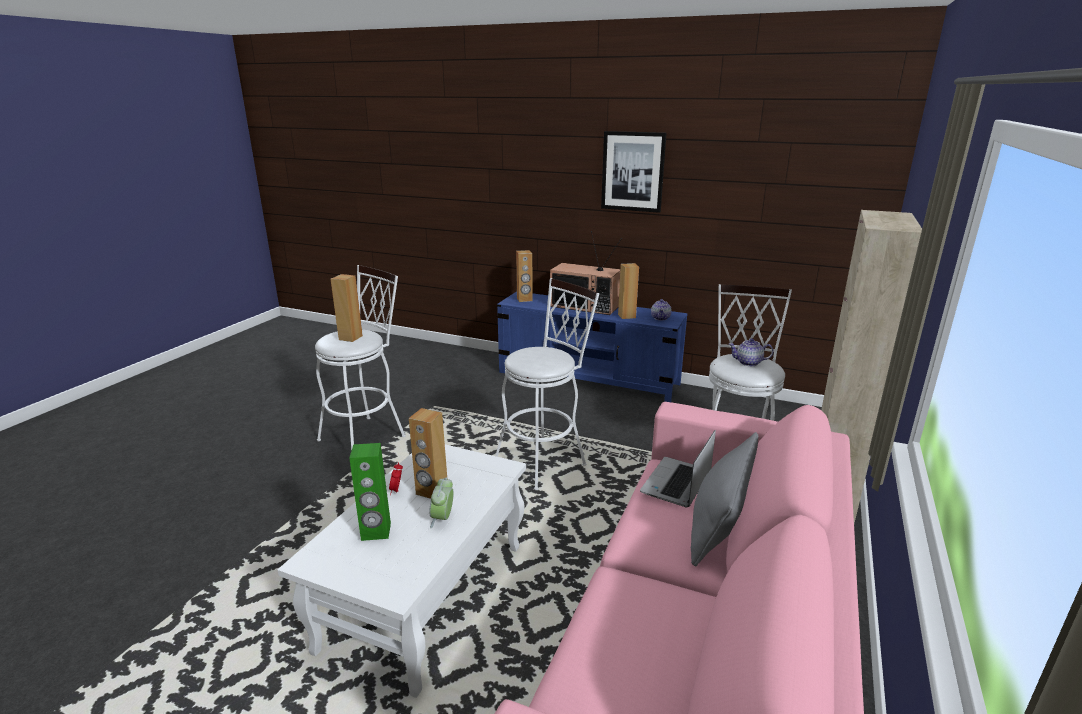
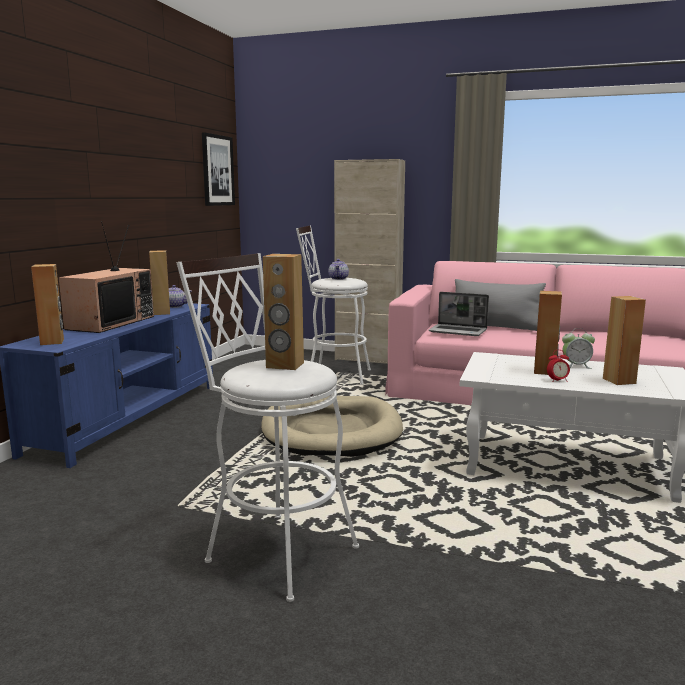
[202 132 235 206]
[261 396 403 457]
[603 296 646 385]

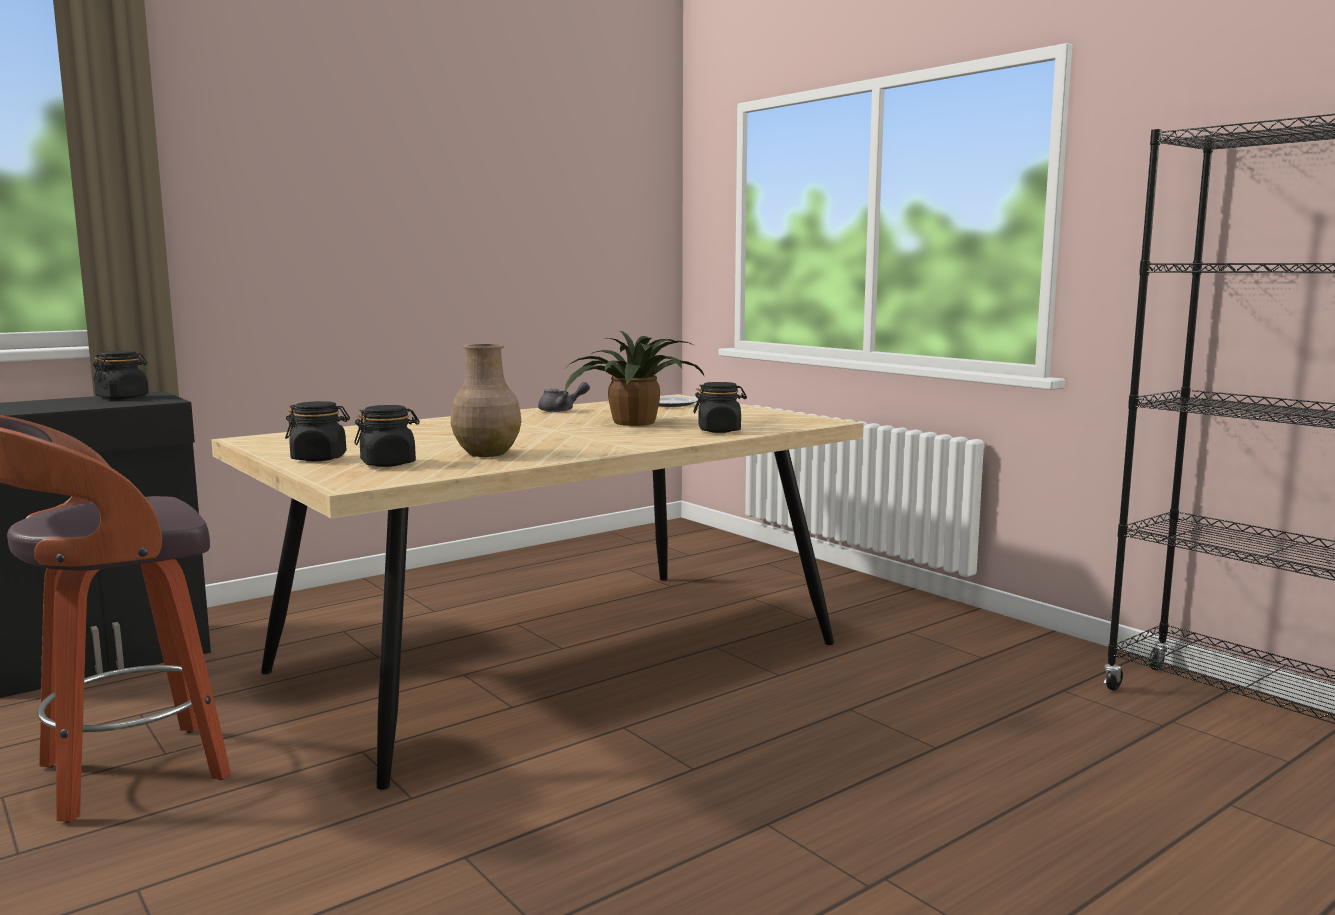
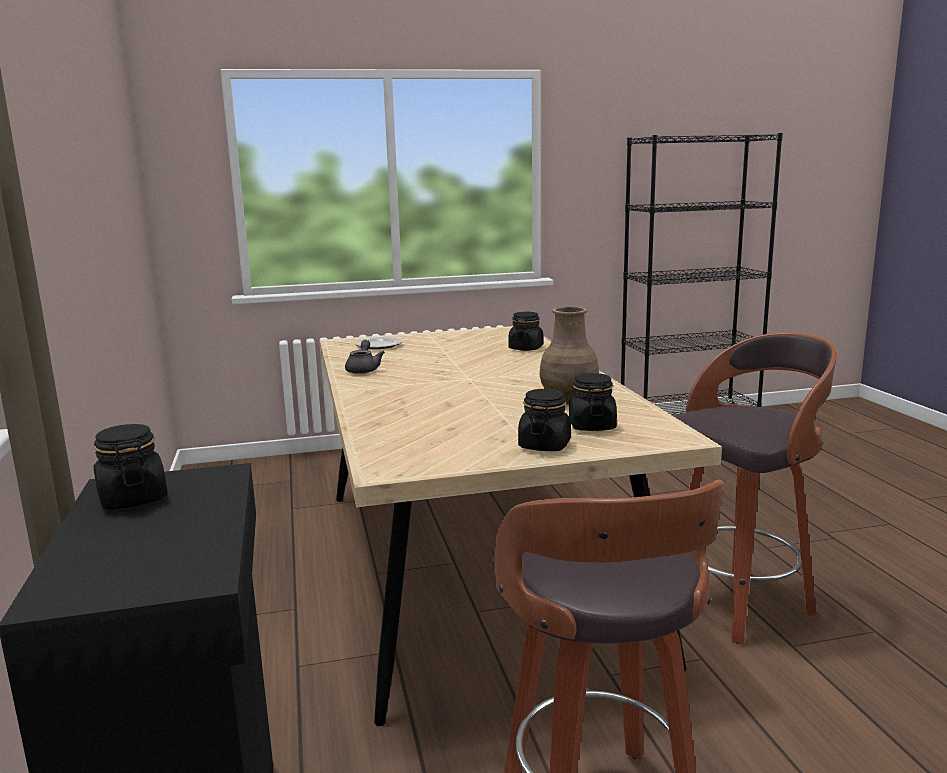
[564 331 704 426] (first image)
[674 333 837 644]

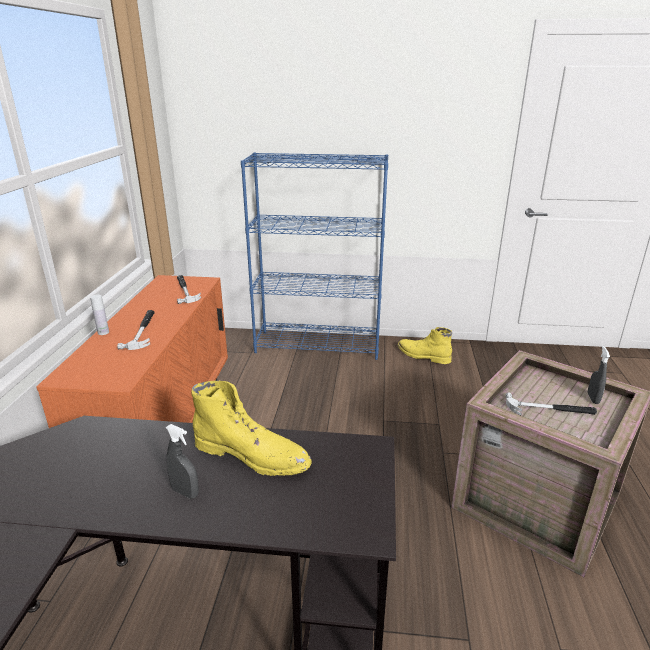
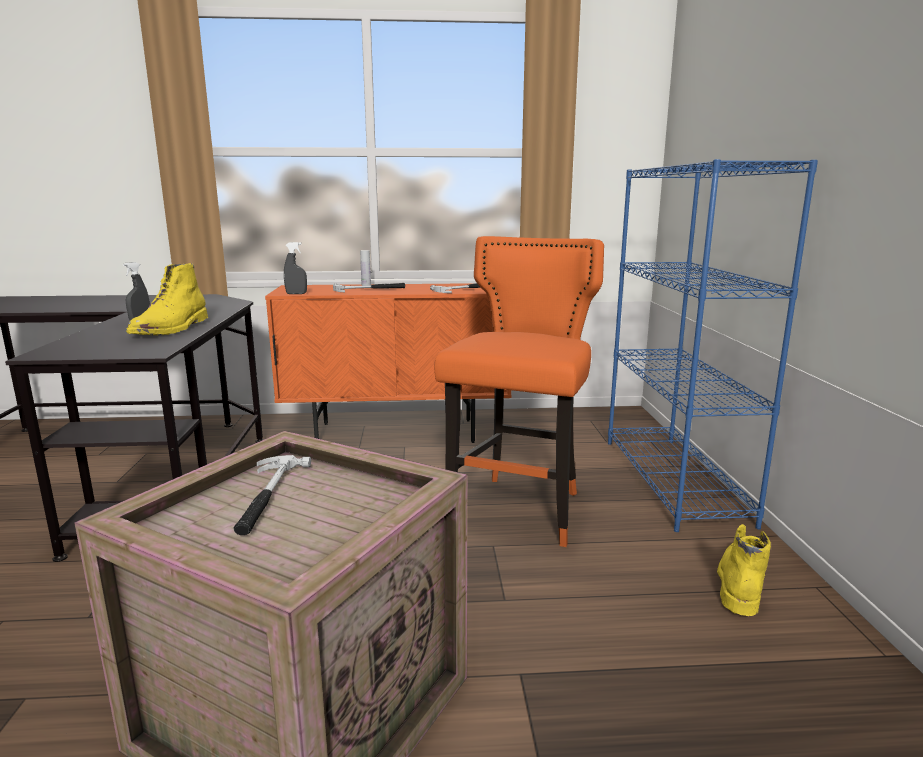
[434 236 604 547]
[284 242 307 294]

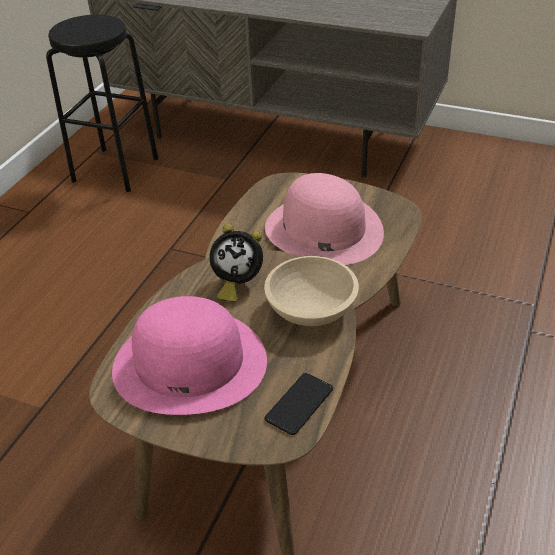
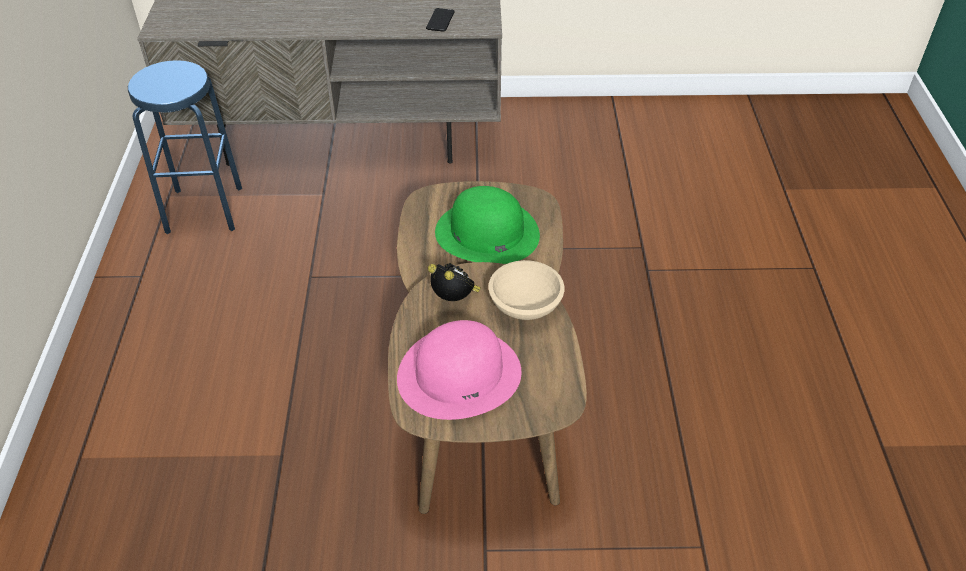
[426 8 455 31]
[128 60 242 234]
[435 186 540 264]
[428 263 481 301]

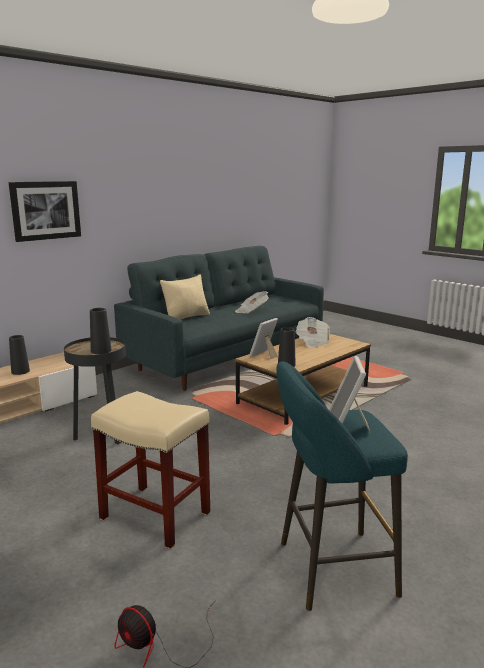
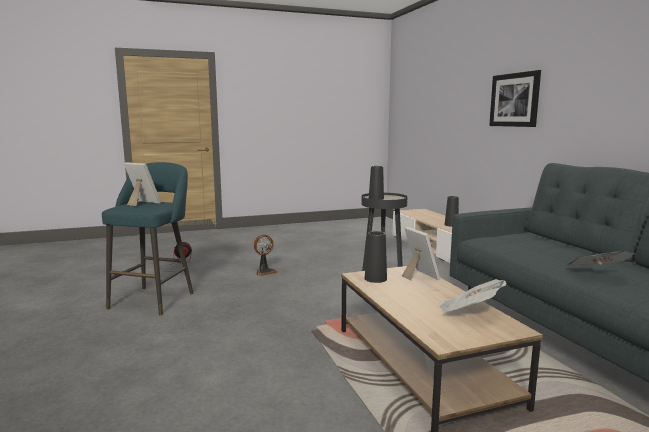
[160 274 210 320] (first image)
[254 234 277 276]

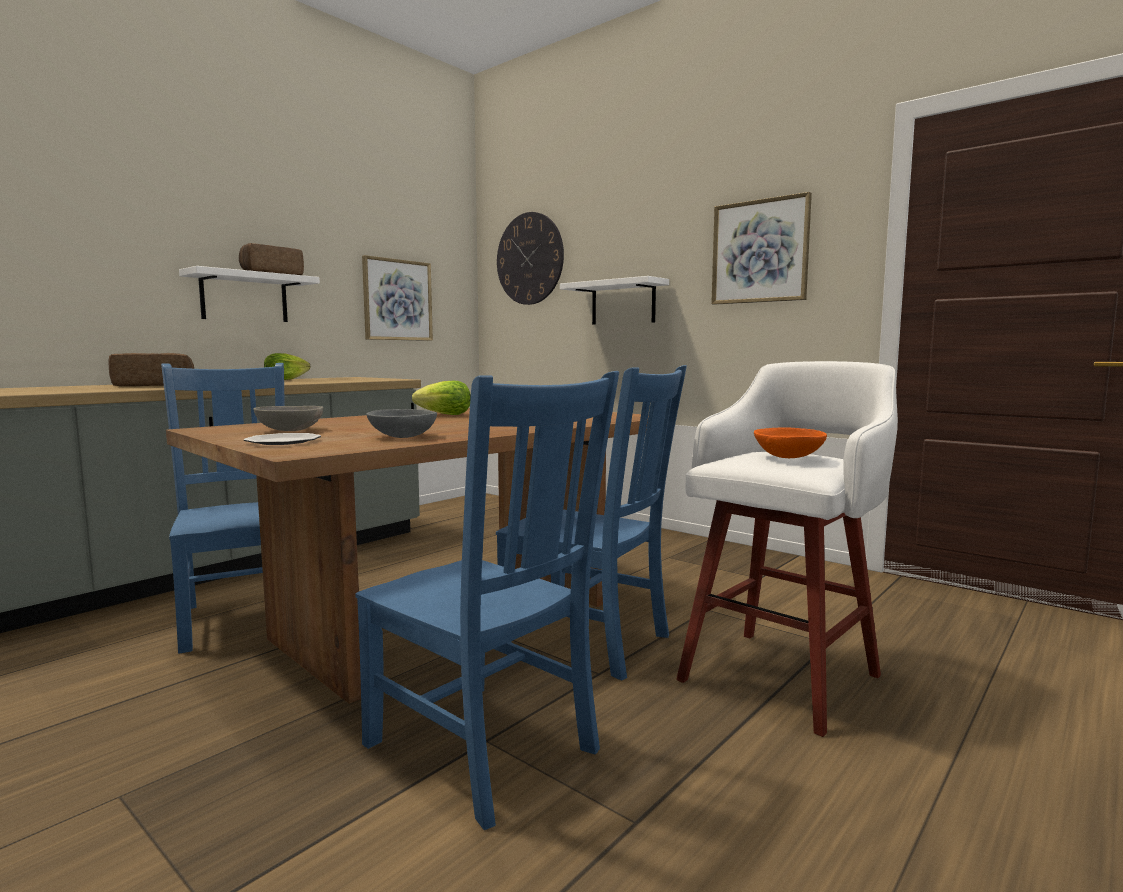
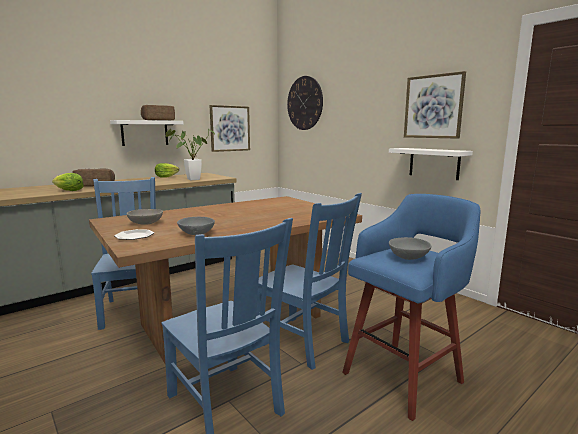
[166 128 215 180]
[52 173 84 191]
[389 148 473 180]
[342 194 481 421]
[389 237 431 260]

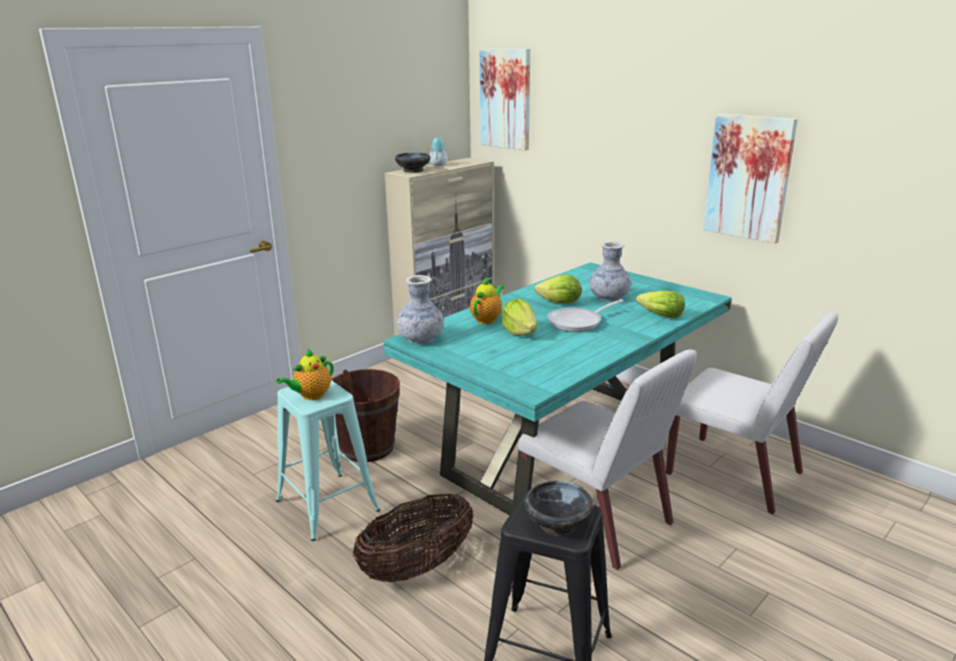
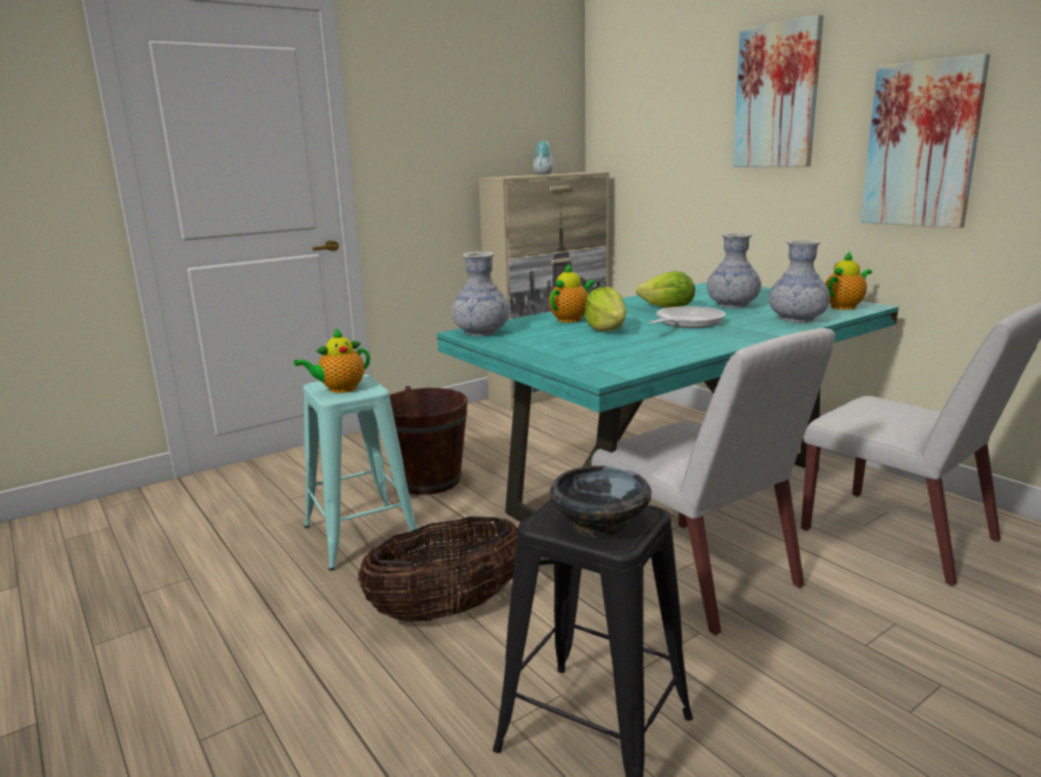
[395 153 431 173] (first image)
[825 252 872 310]
[733 15 823 167]
[769 240 830 323]
[650 306 726 328]

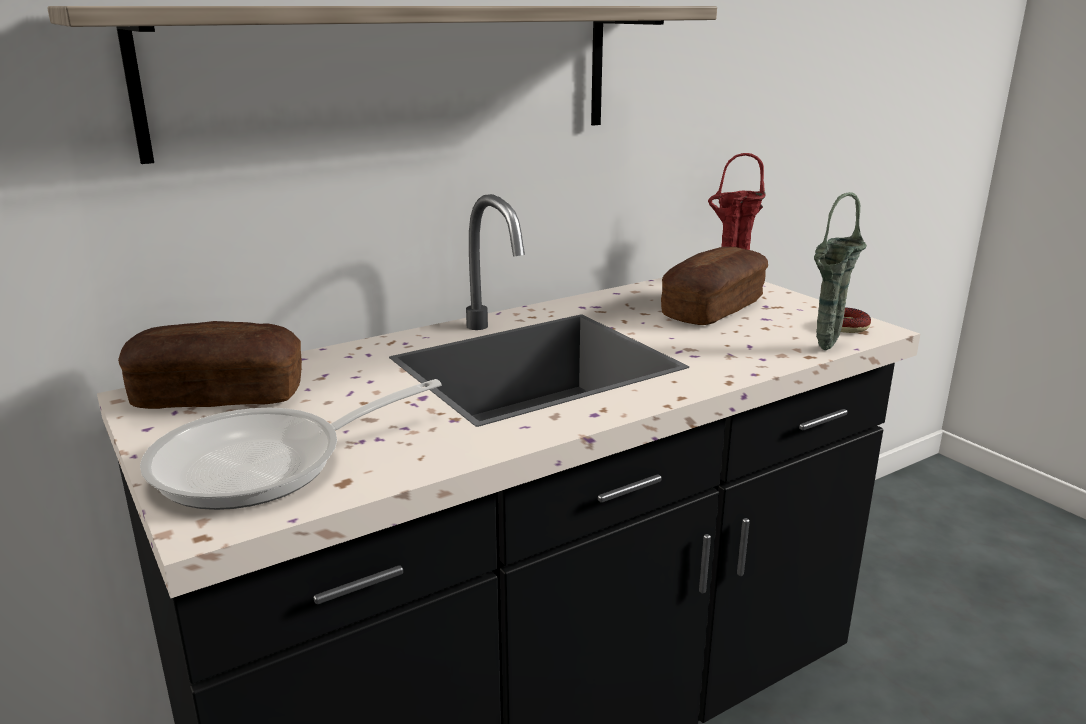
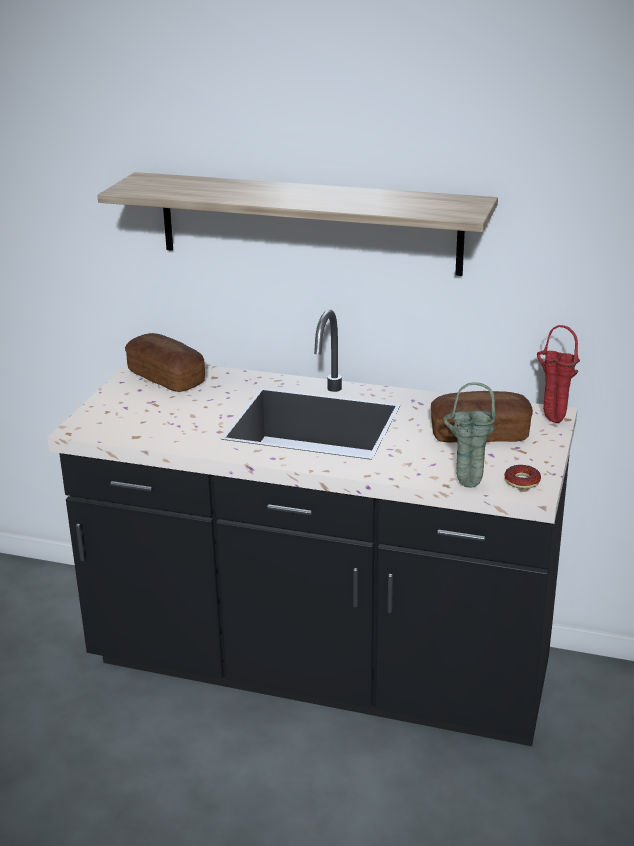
[140 379 442 510] (first image)

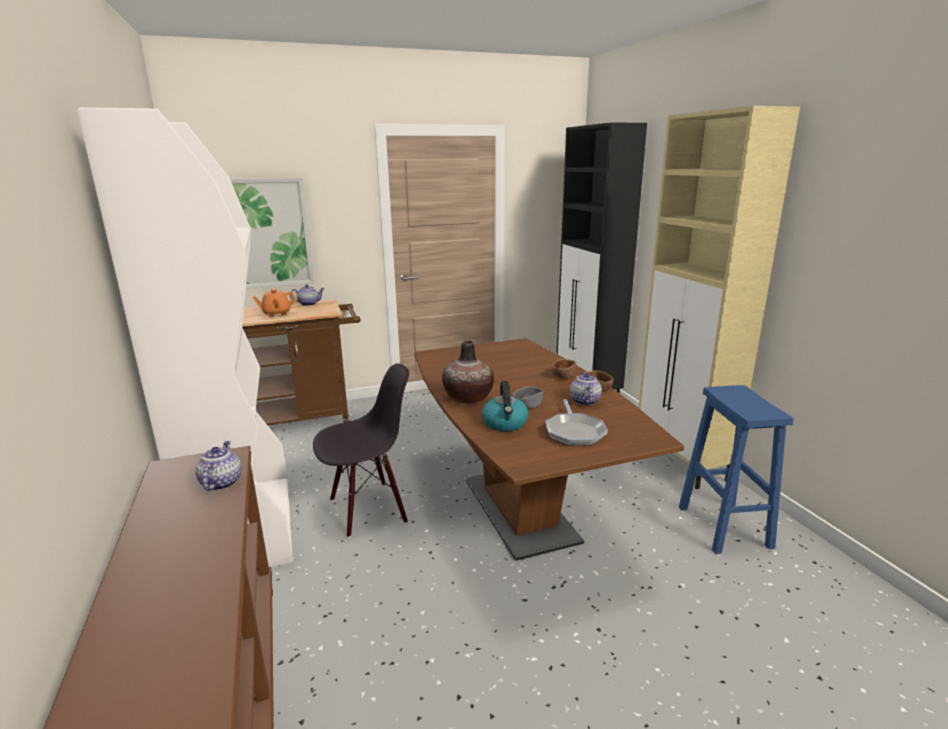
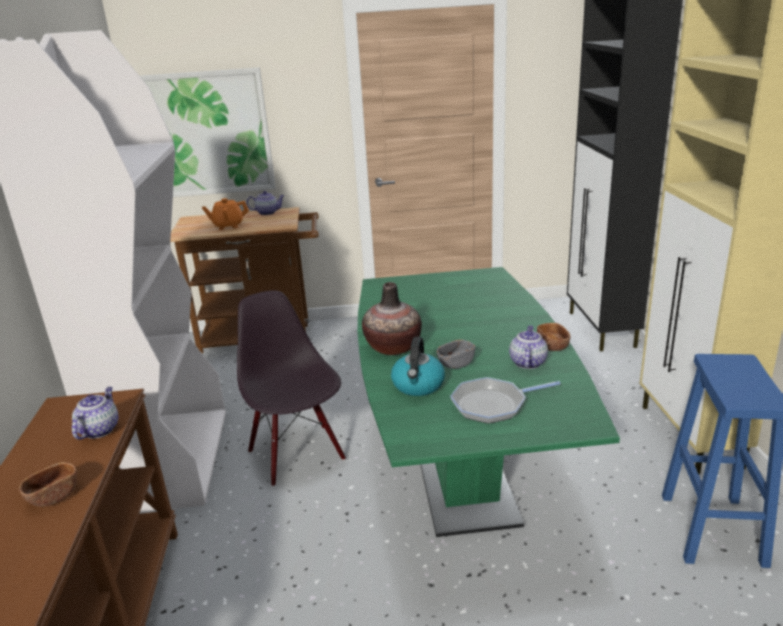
[19 462 77 507]
[358 267 620 537]
[237 290 346 487]
[450 377 560 424]

